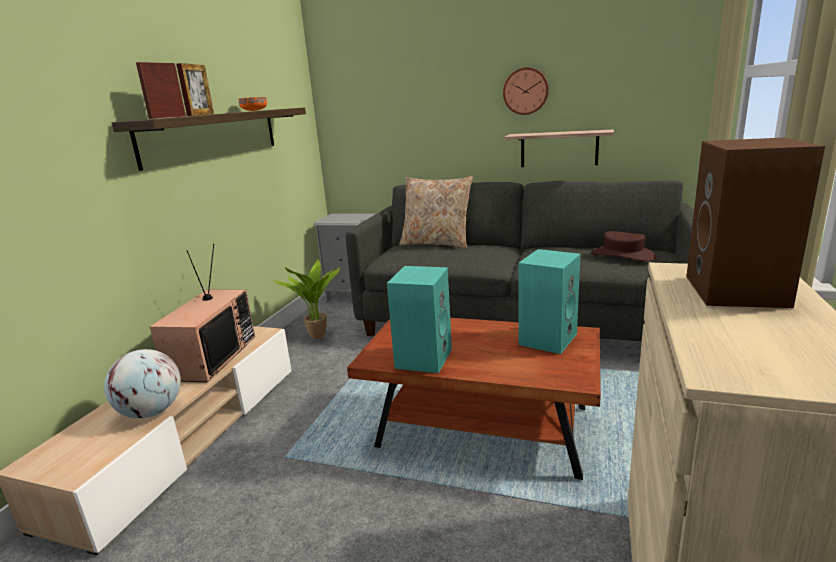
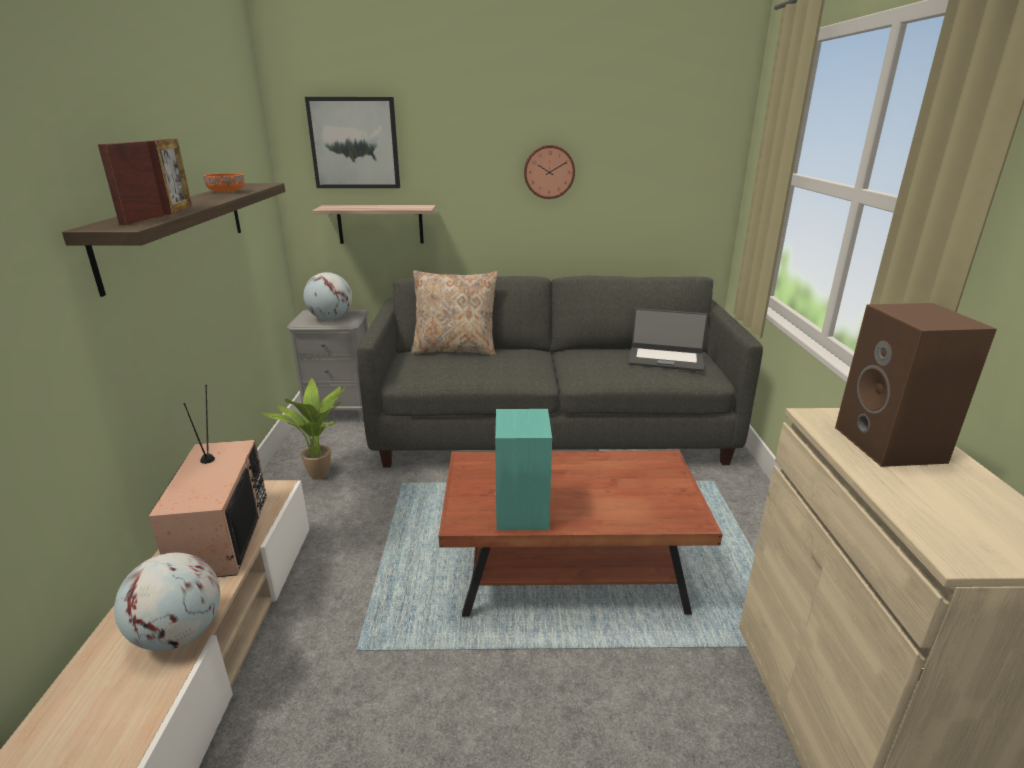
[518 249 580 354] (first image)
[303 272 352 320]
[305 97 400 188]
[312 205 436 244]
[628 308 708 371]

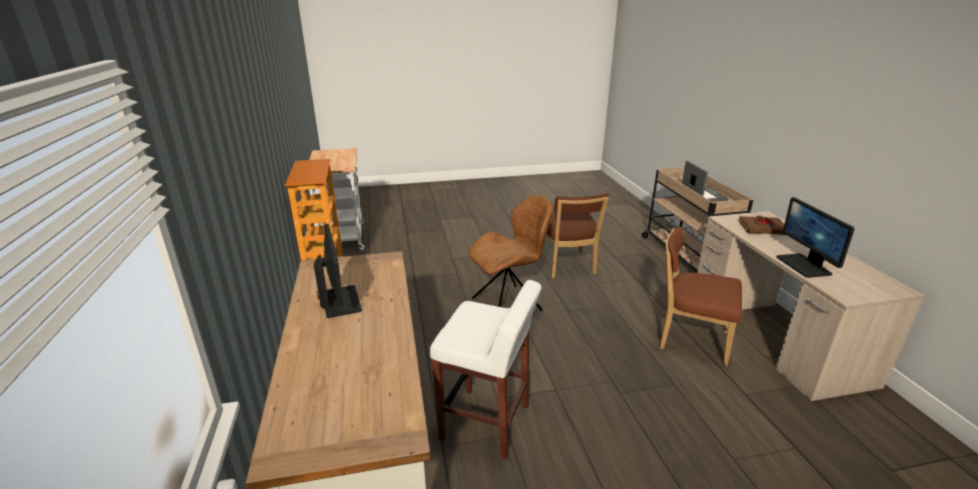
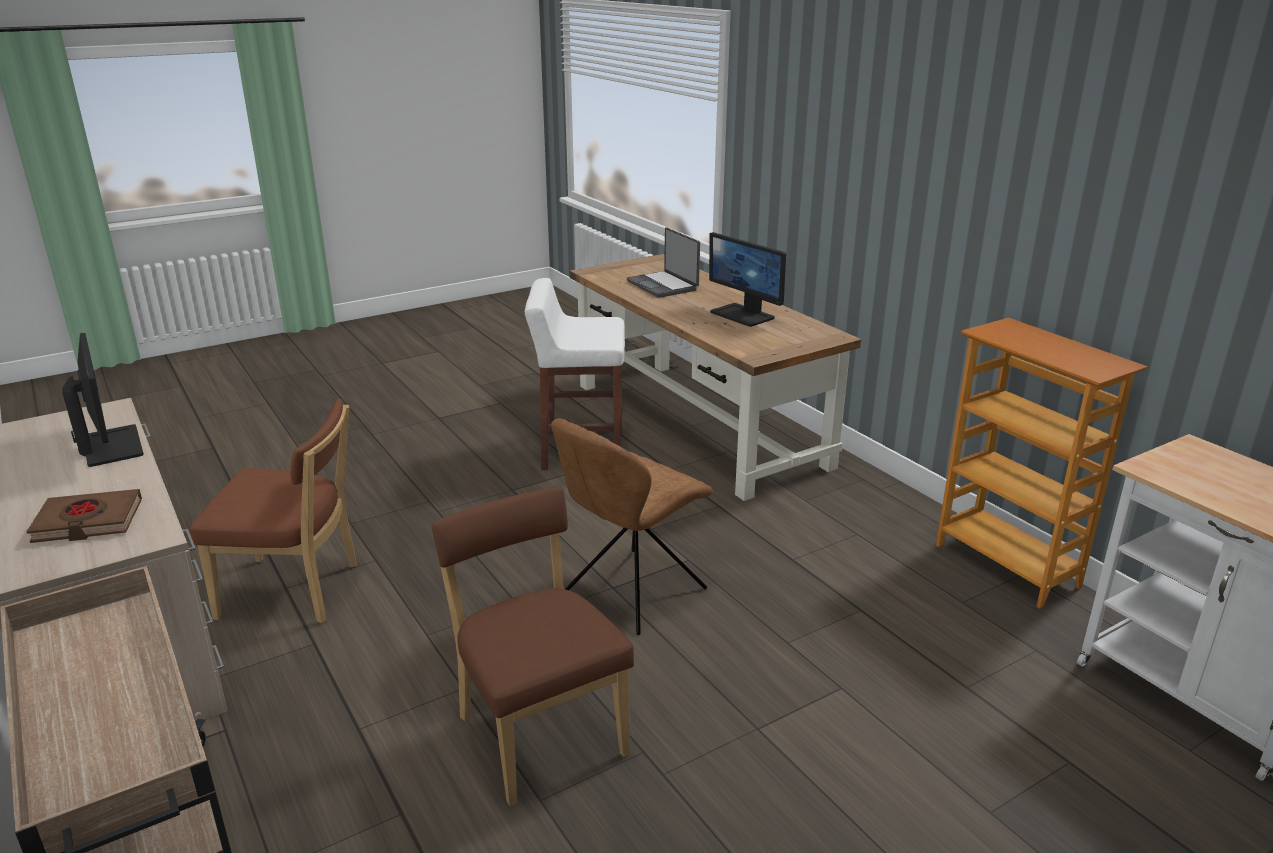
[627 228 700 298]

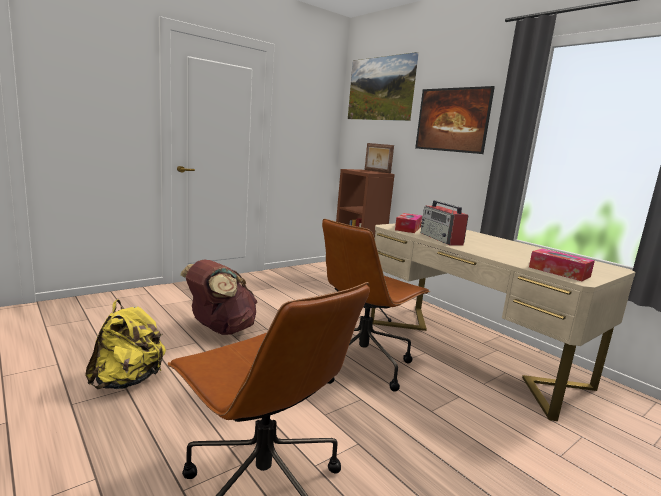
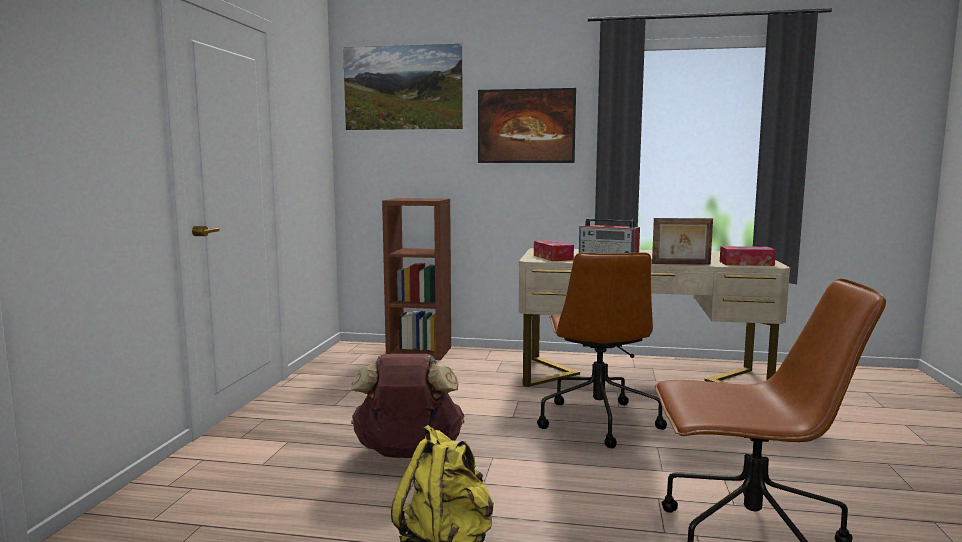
[652 218 713 265]

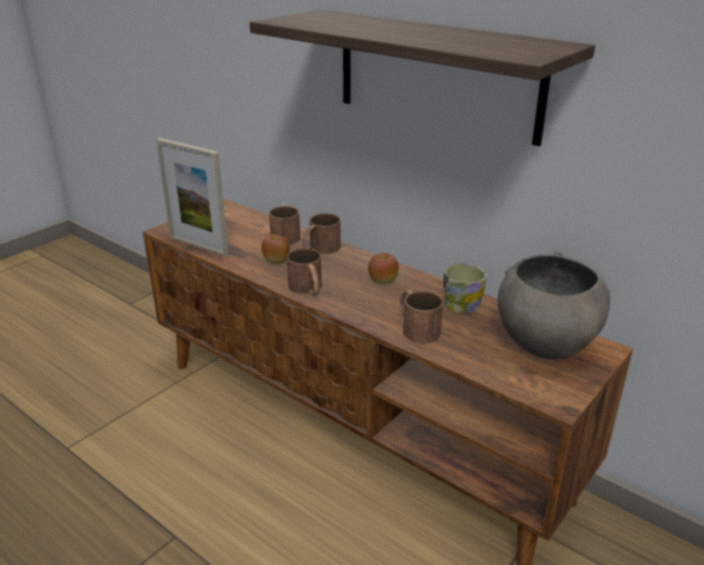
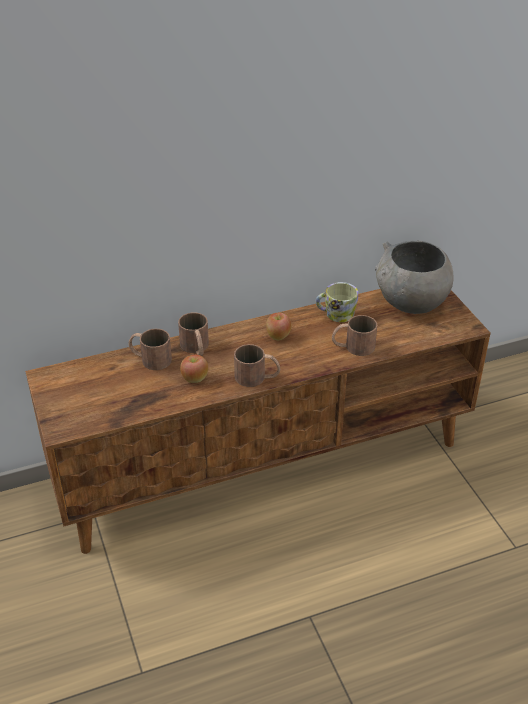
[156 138 229 257] (first image)
[250 9 595 146] (first image)

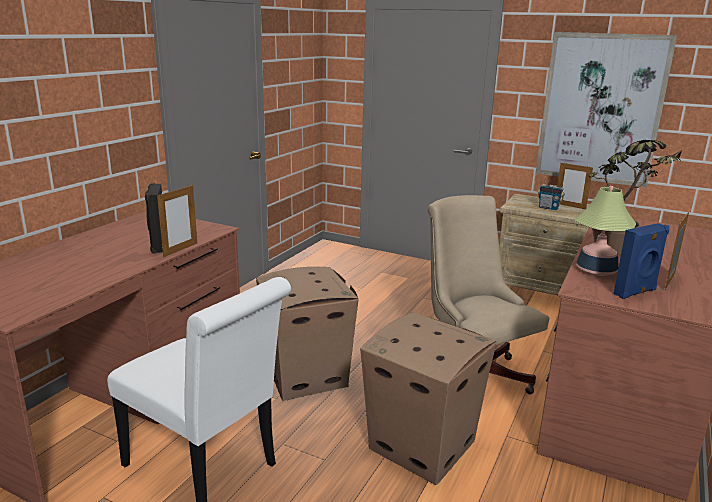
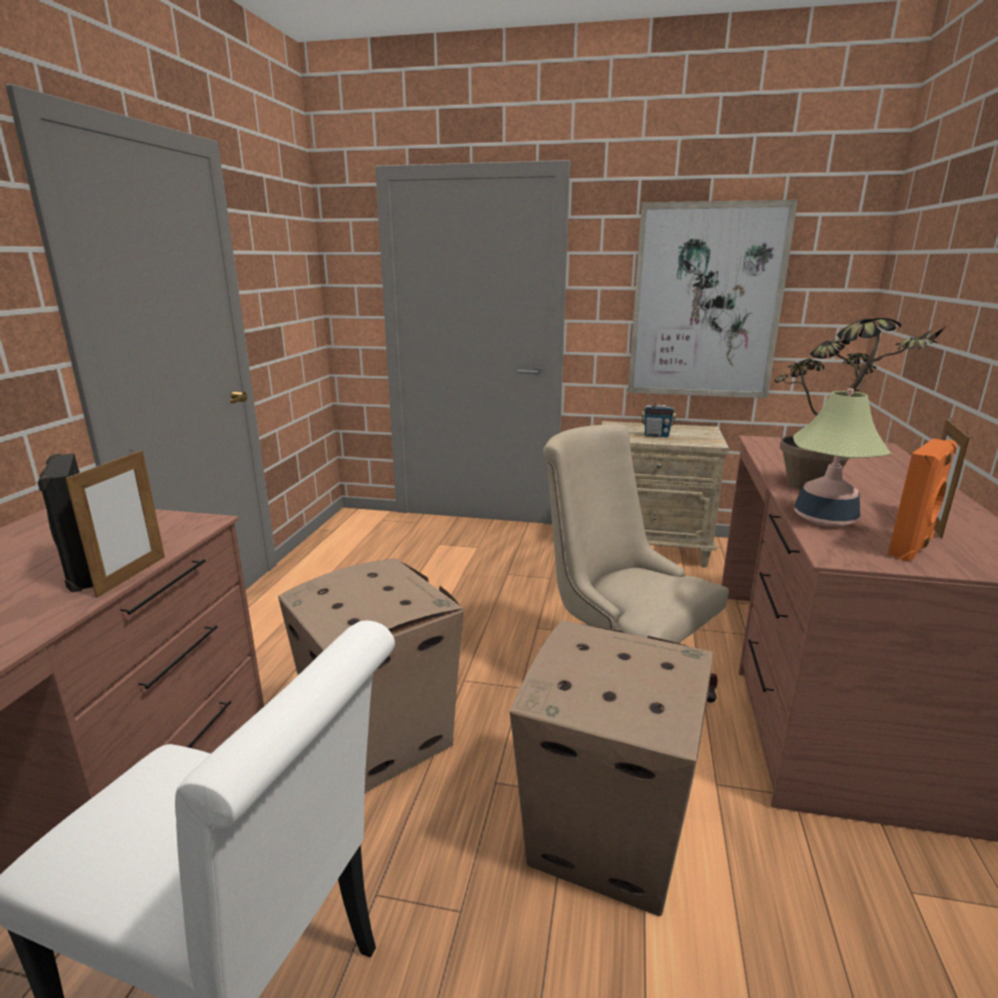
[557 163 593 209] (first image)
[888 438 957 562]

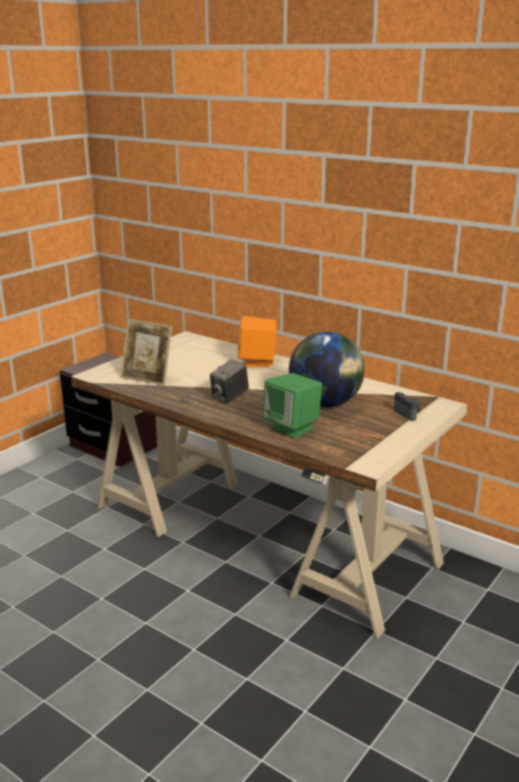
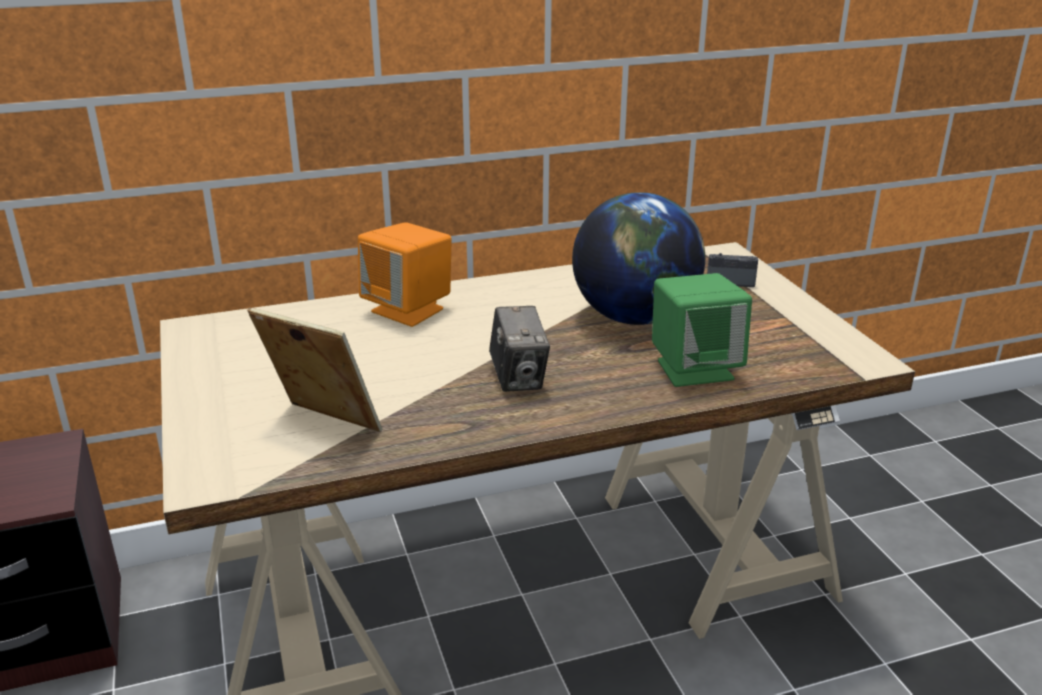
[247 307 382 432]

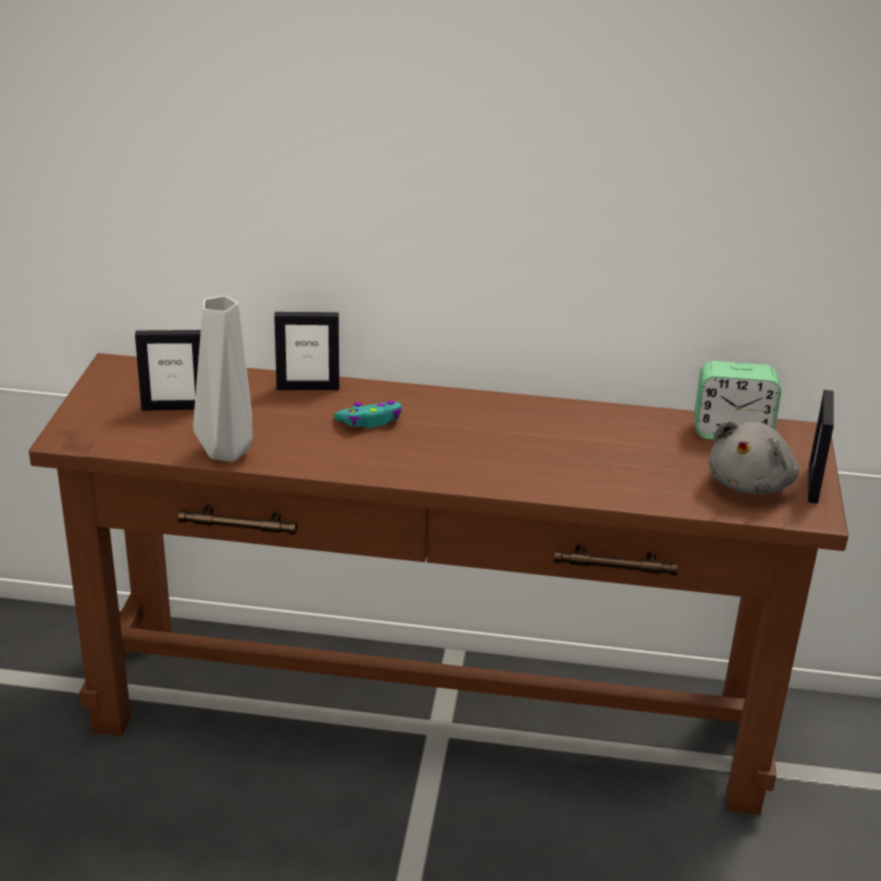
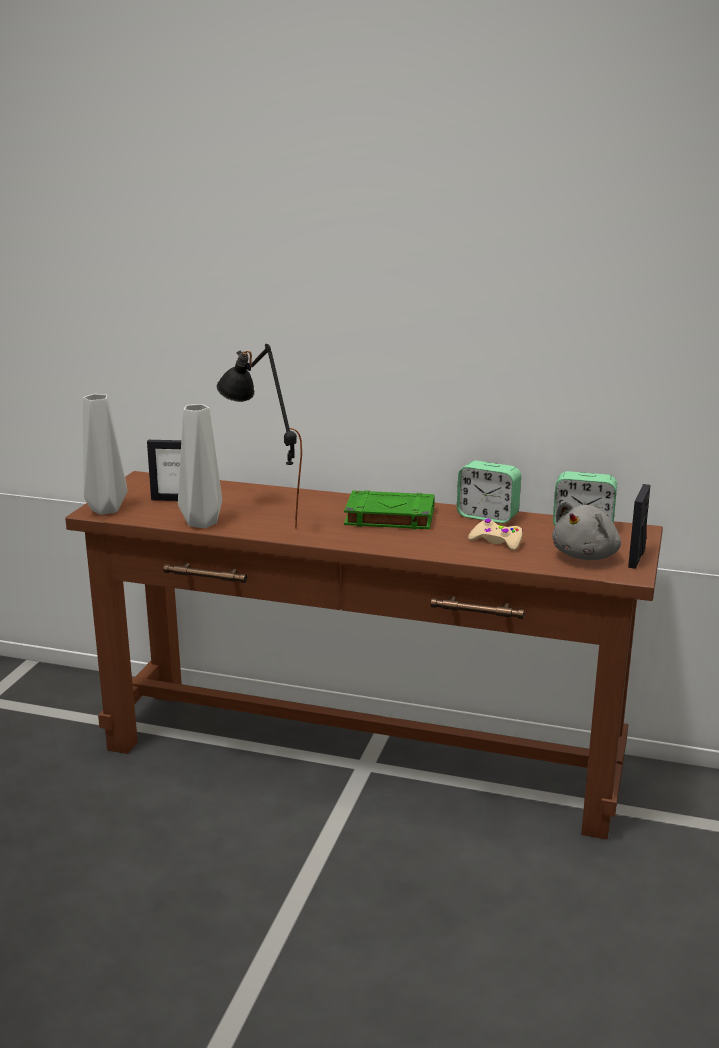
[274 312 339 390] (first image)
[334 400 402 428] (first image)
[83 394 127 515]
[217 344 302 528]
[344 490 435 529]
[457 461 521 523]
[468 519 523 551]

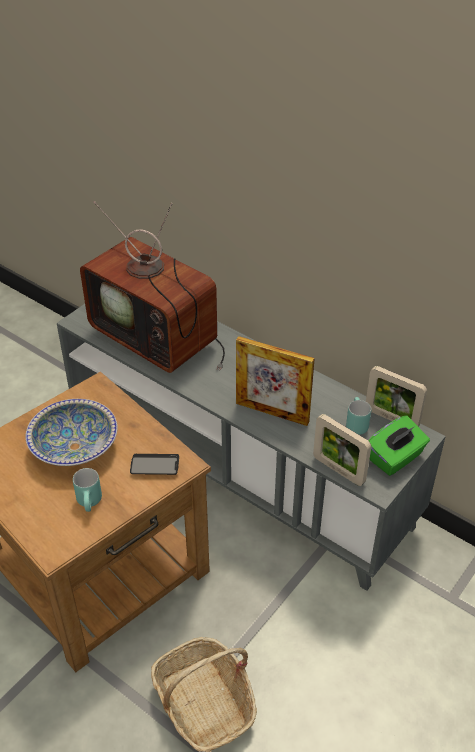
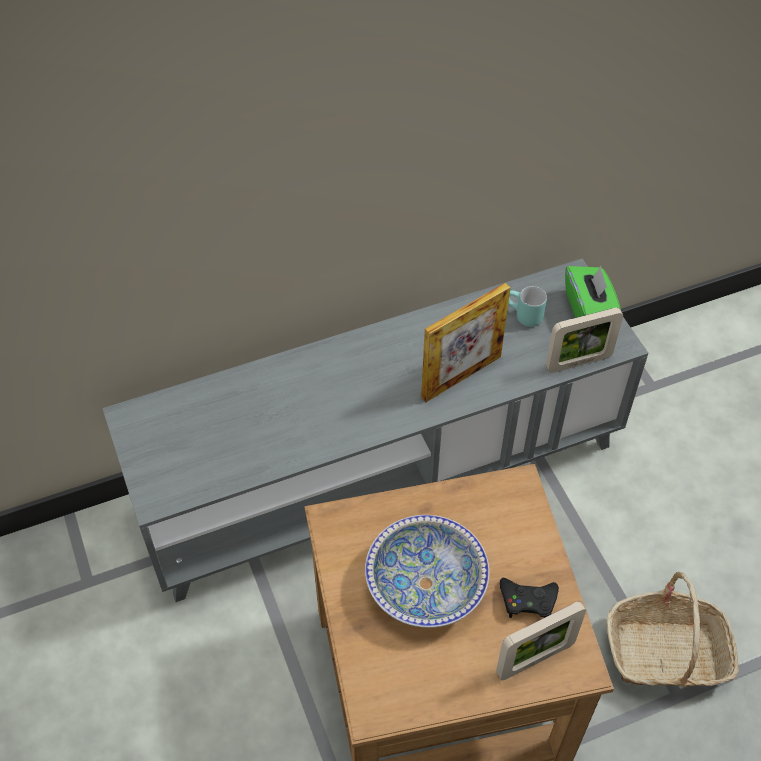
[80 201 225 373] (first image)
[130 454 179 475] (first image)
[496 601 586 680]
[500 578 559 618]

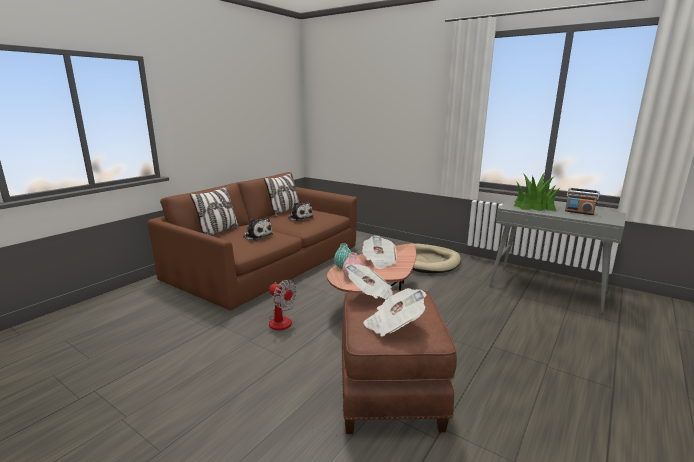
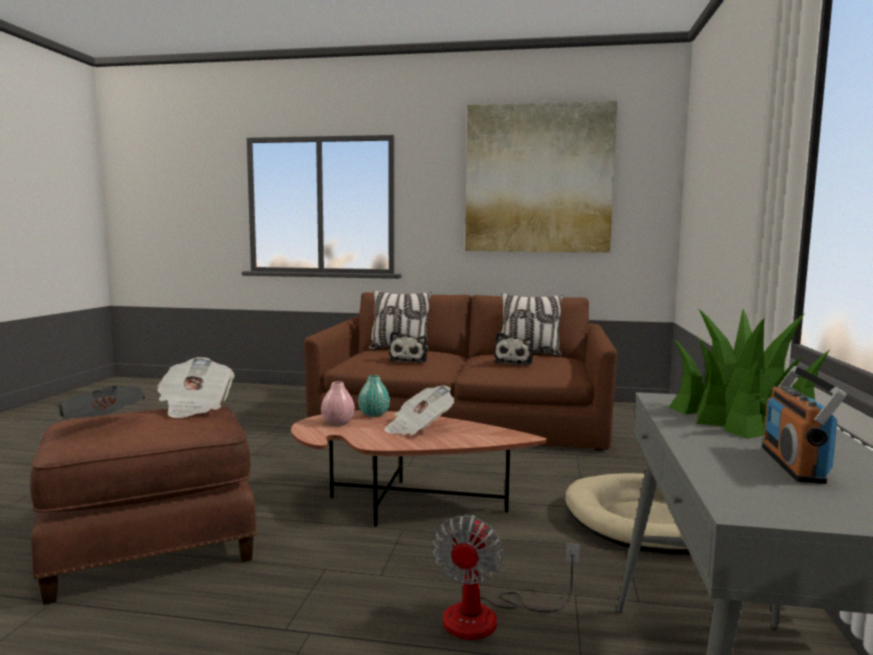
[465 101 617 253]
[432 515 580 640]

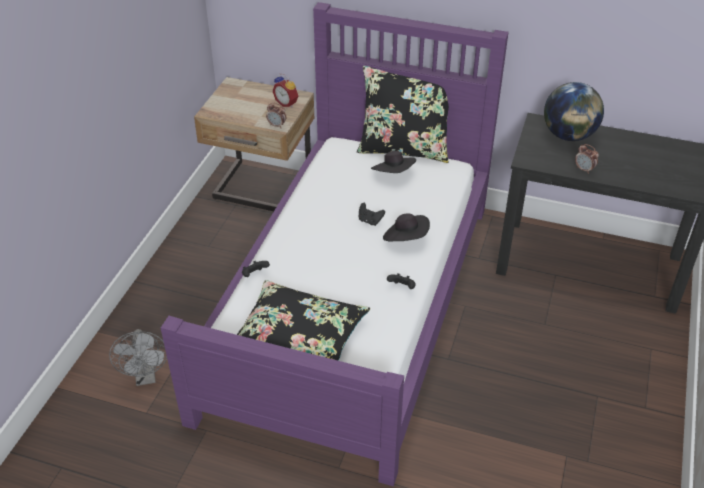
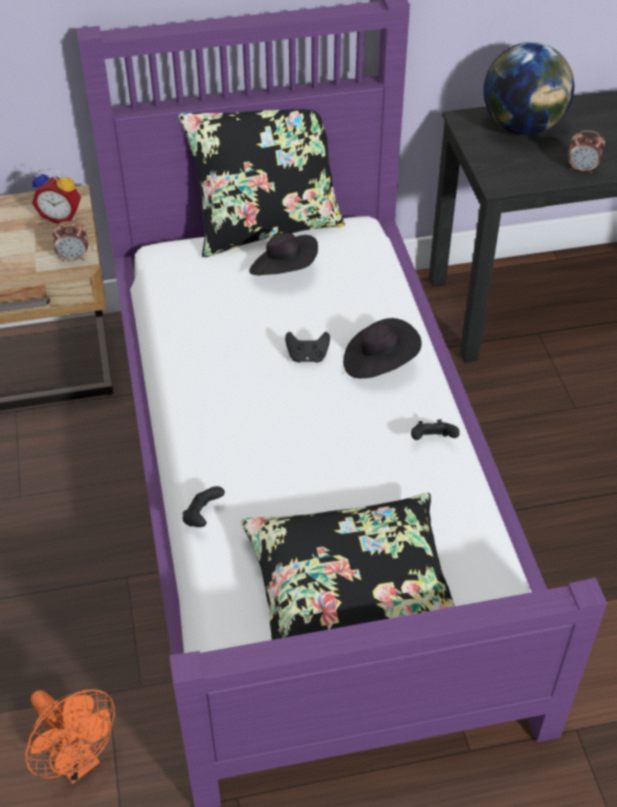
[25 689 115 784]

